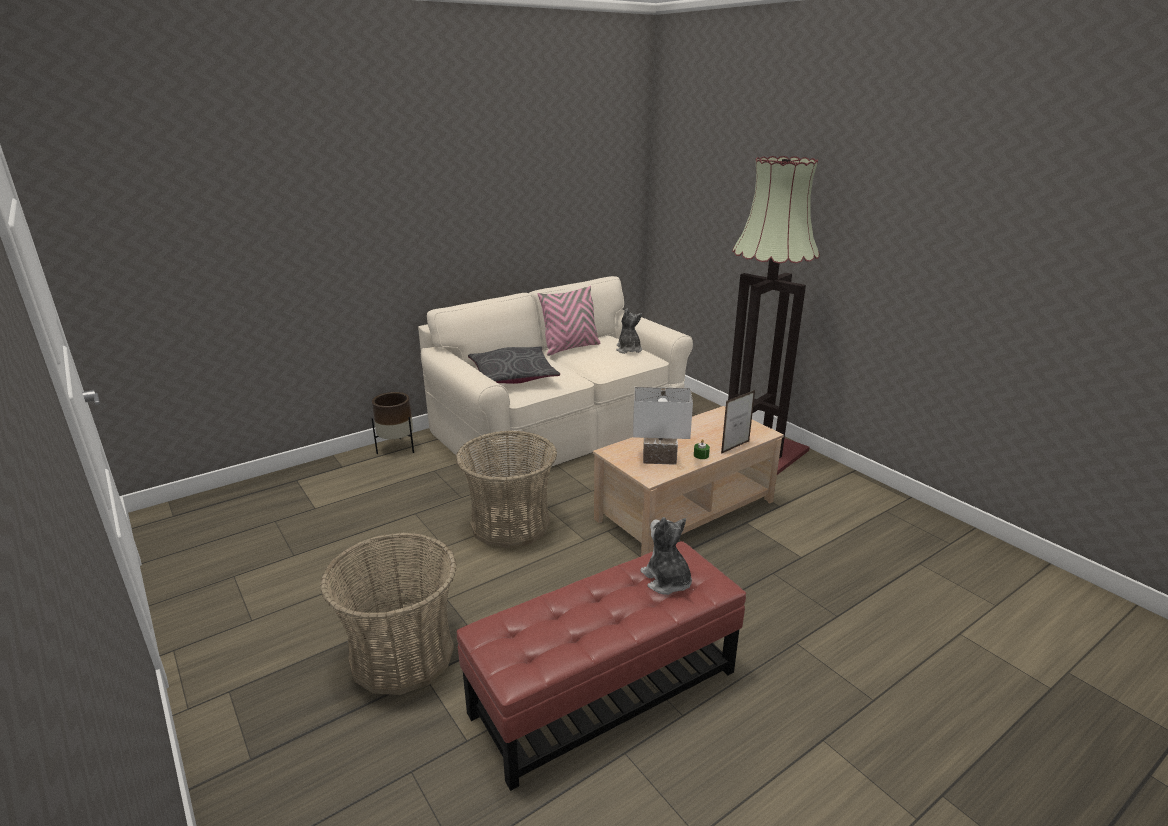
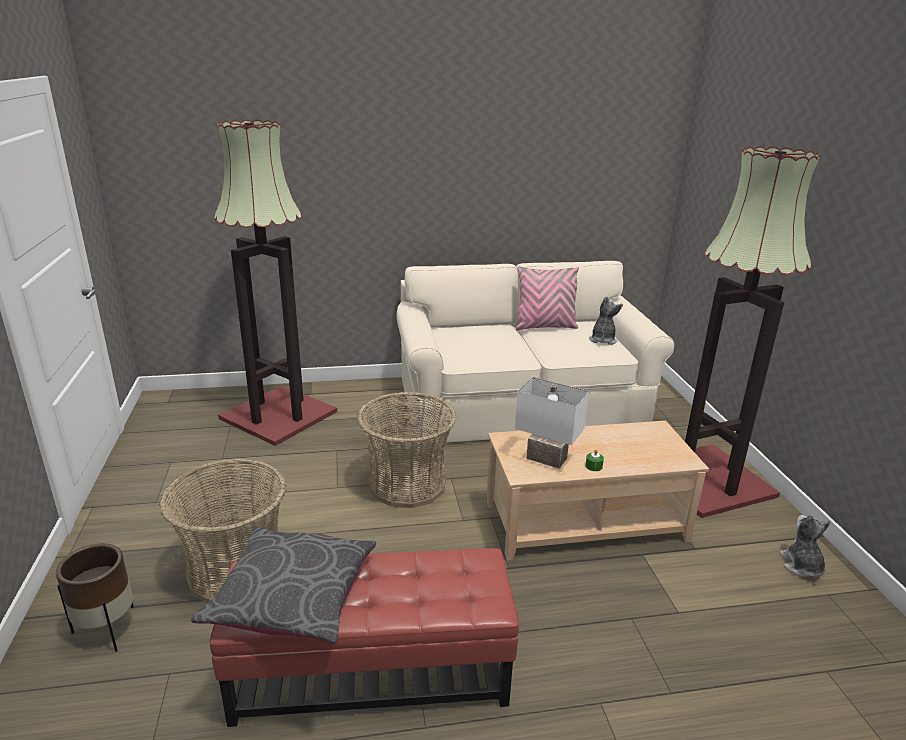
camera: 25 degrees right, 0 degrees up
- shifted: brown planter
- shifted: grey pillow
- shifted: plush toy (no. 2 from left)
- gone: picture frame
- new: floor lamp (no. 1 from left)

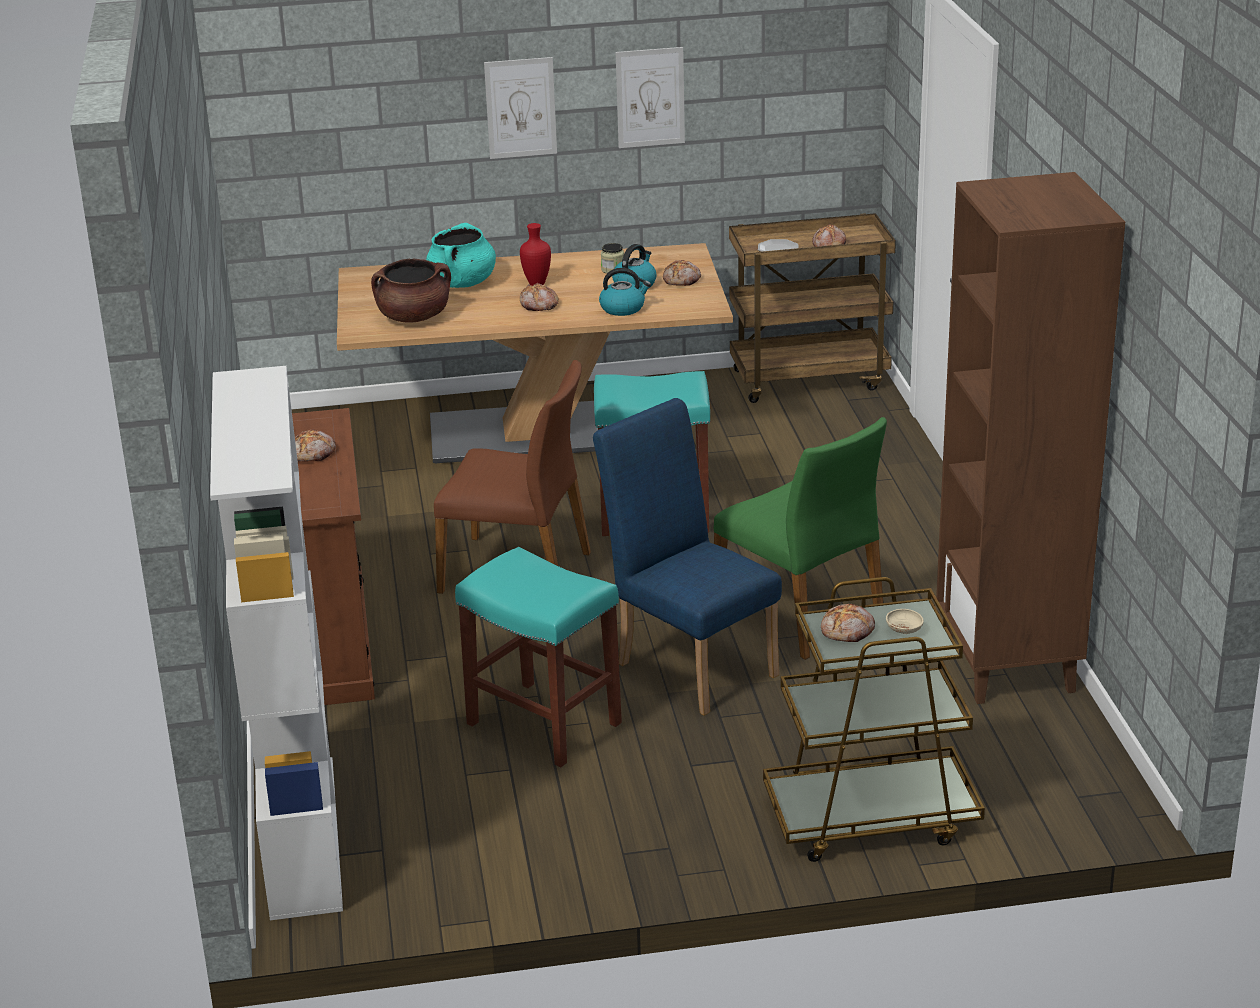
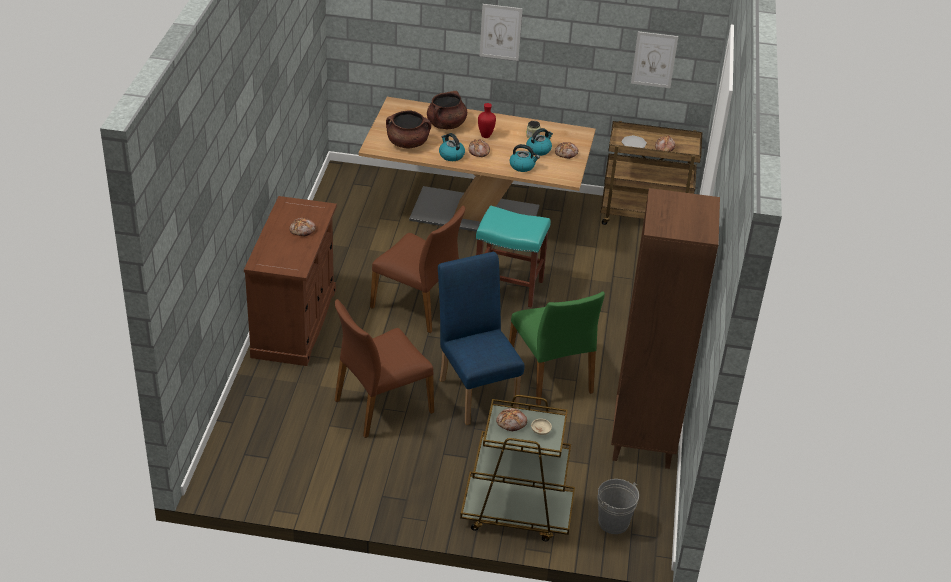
camera: 15 degrees right, 10 degrees up
- gone: white bookcase
- repainted: turquoise cooking pot to brown cooking pot (no. 2 from left)
- swapped: turquoise stool (no. 1 from left) to brown chair (no. 1 from left)
- shifted: picture (no. 2 from left)
- new: kettle (no. 1 from left)
- new: grey bucket

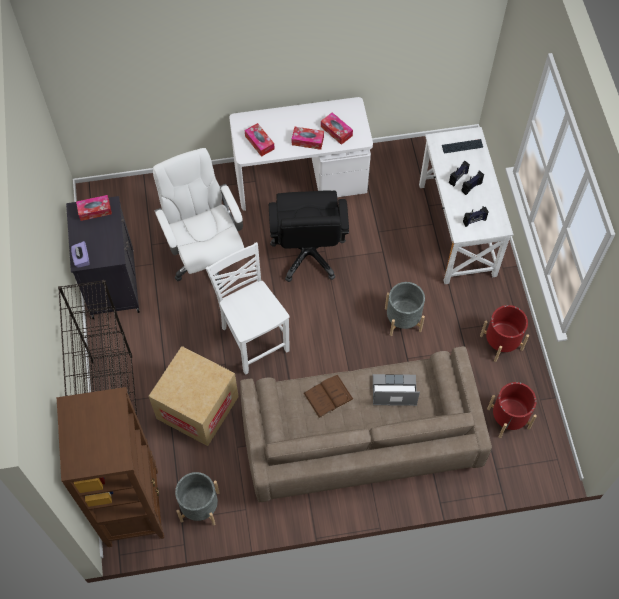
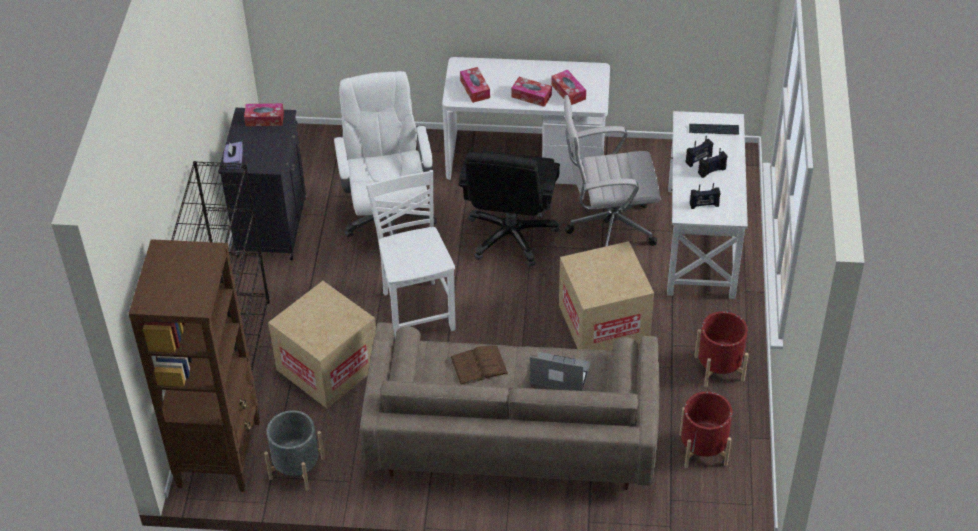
camera: 15 degrees right, 15 degrees down
- swapped: grey planter (no. 2 from left) to cardboard box (no. 2 from left)
- new: white office chair (no. 2 from left)

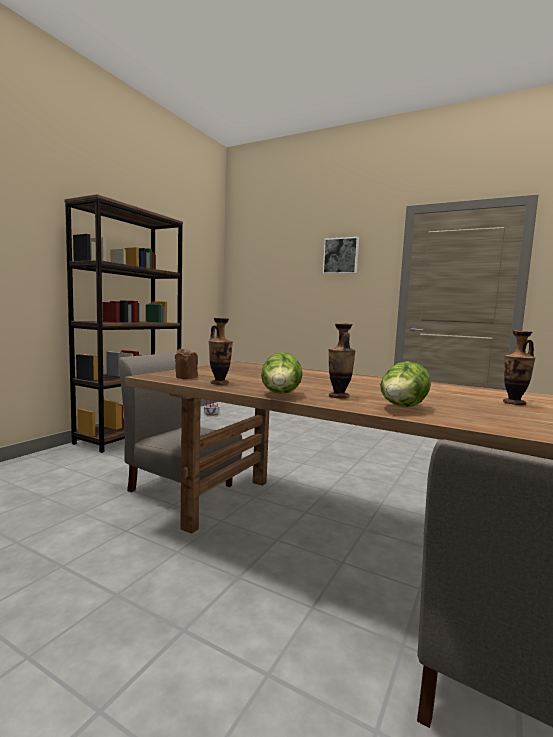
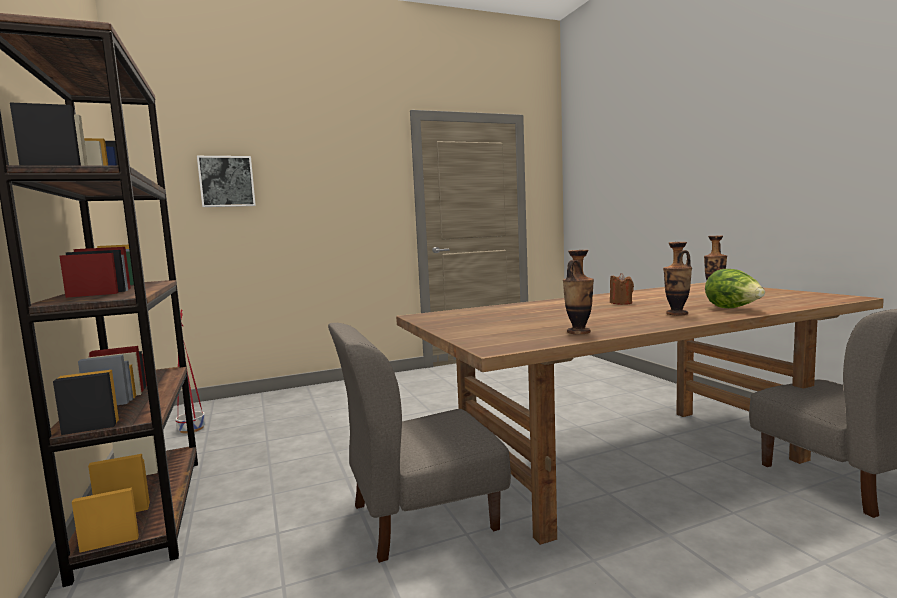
camera: 50 degrees left, 0 degrees up
- shifted: brown candle
- gone: lettuce (no. 1 from left)
- shifted: picture

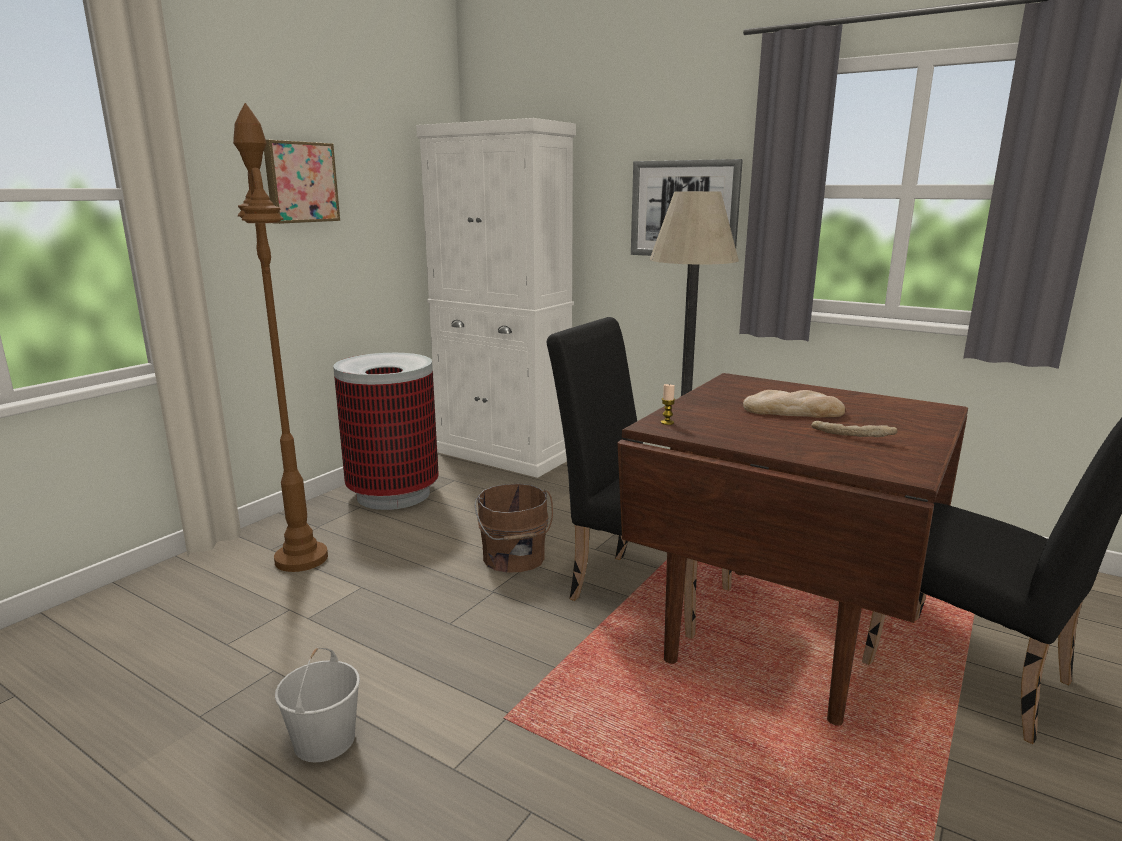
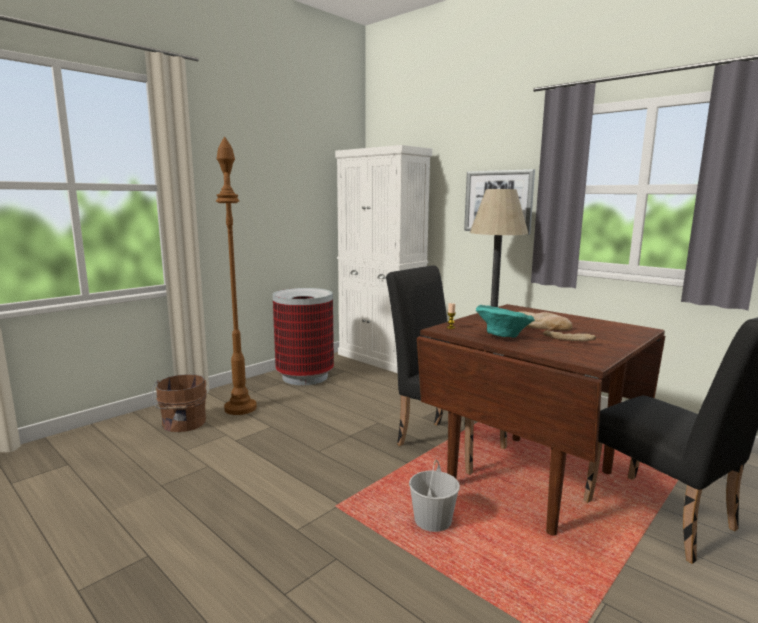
camera: 10 degrees right, 5 degrees down
- gone: picture (no. 1 from left)
- shifted: white bucket
- shifted: brown bucket
- new: turquoise bowl

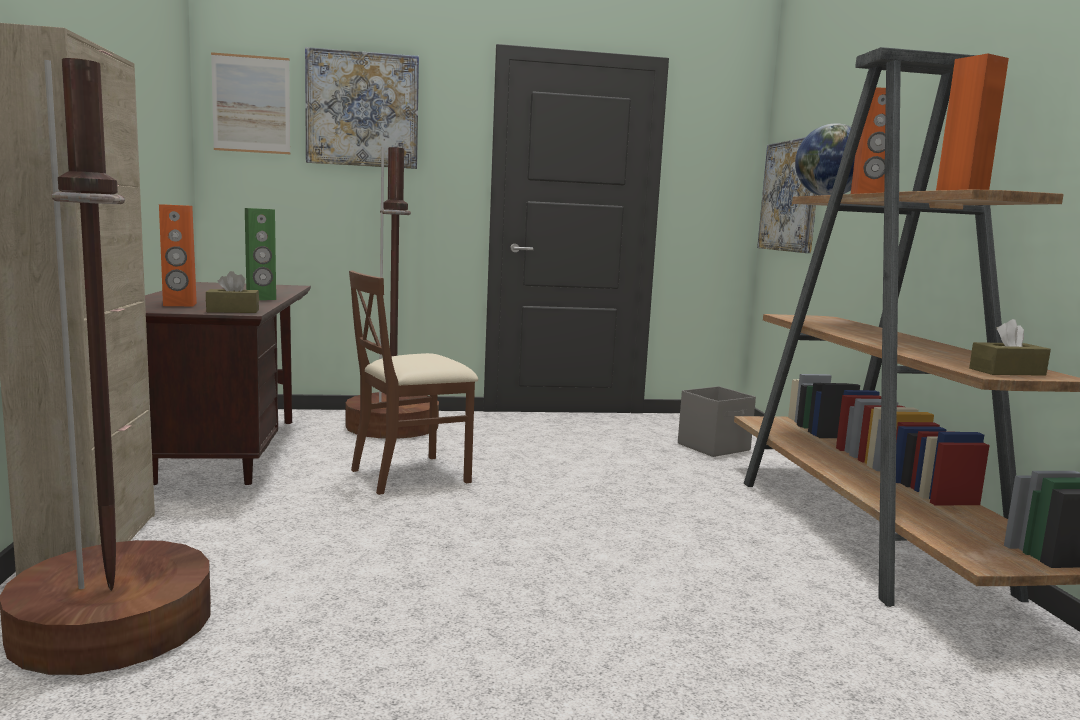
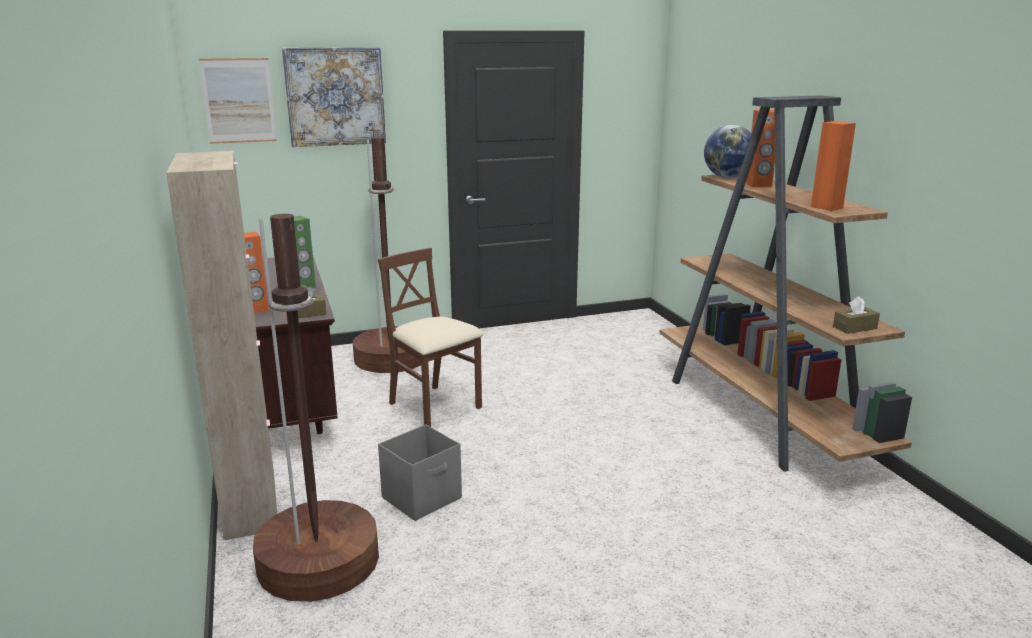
camera: 10 degrees left, 10 degrees up
- rotated: brown chair 90 degrees clockwise
- shifted: grey storage box
- gone: picture (no. 3 from left)

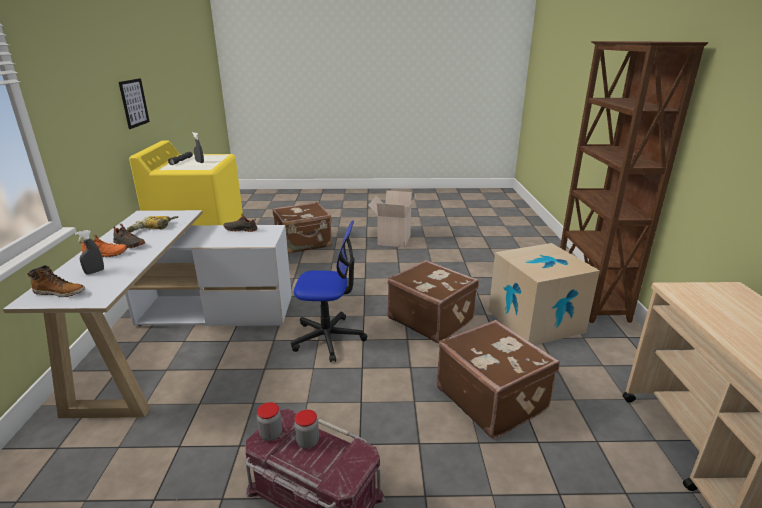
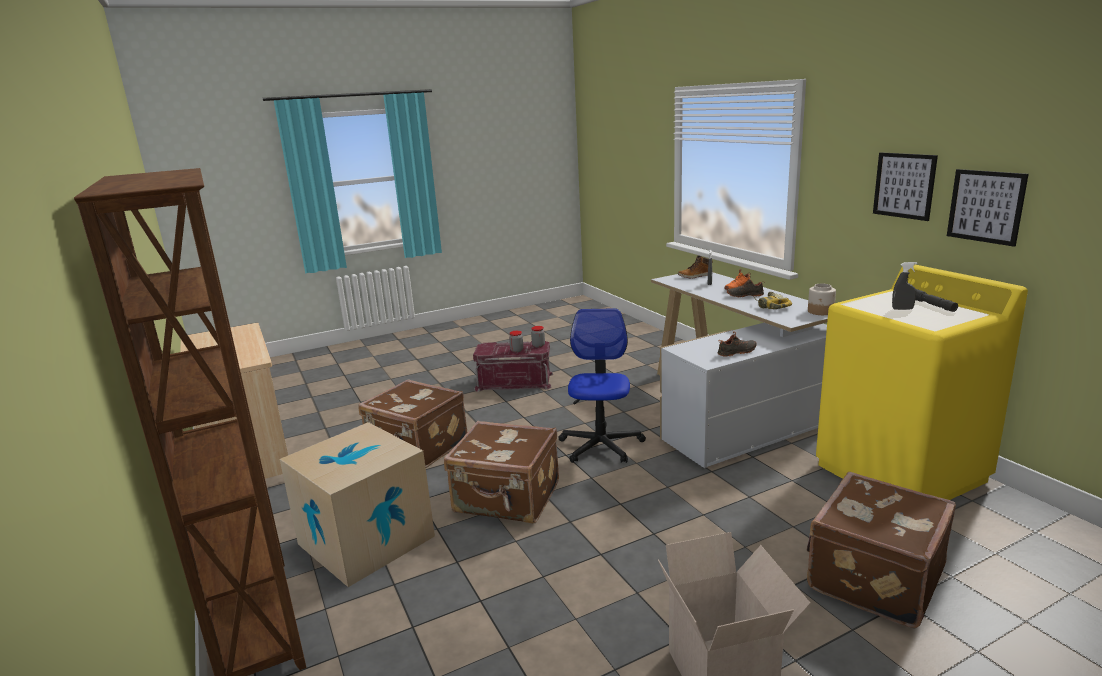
camera: 155 degrees right, 5 degrees down
- rotated: office chair 120 degrees clockwise
- new: jar (no. 3 from left)
- new: picture (no. 1 from left)

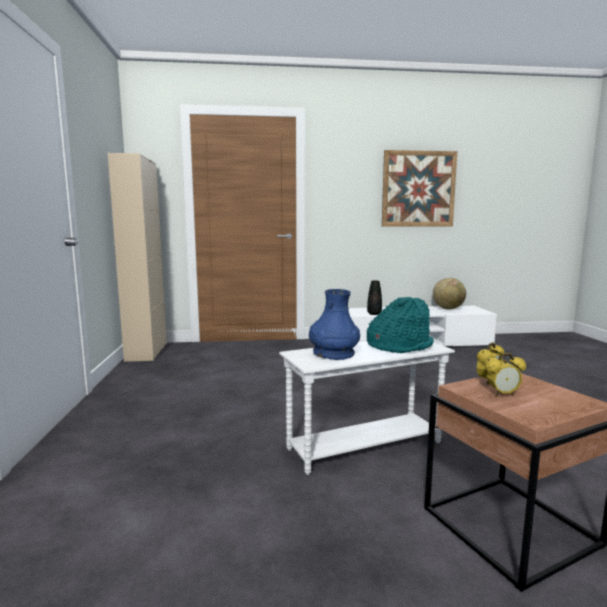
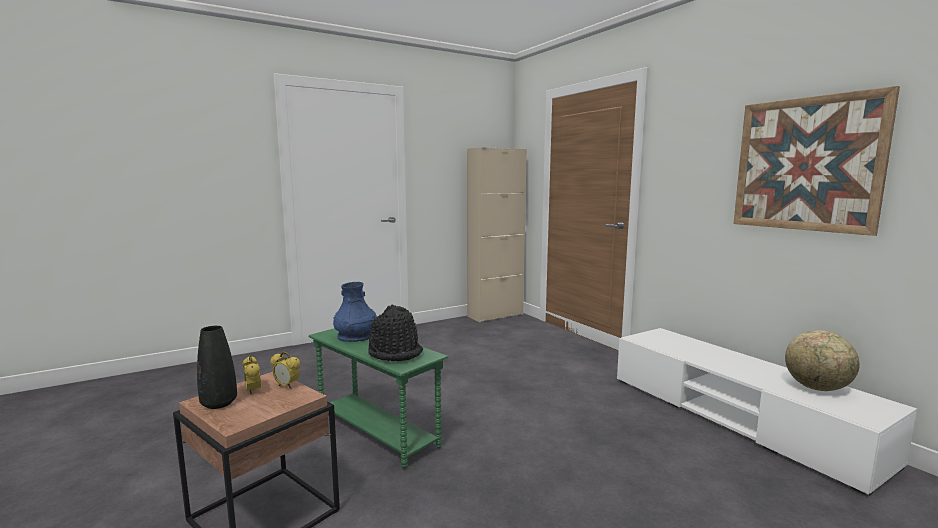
camera: 65 degrees right, 0 degrees up
- repainted: white side table to green side table
- shifted: black vase
- repainted: turquoise hat to black hat

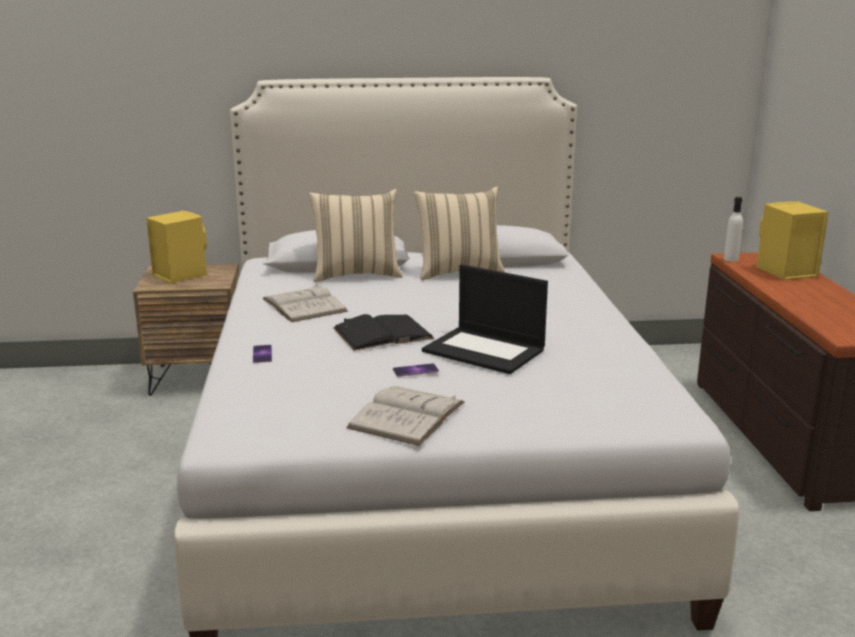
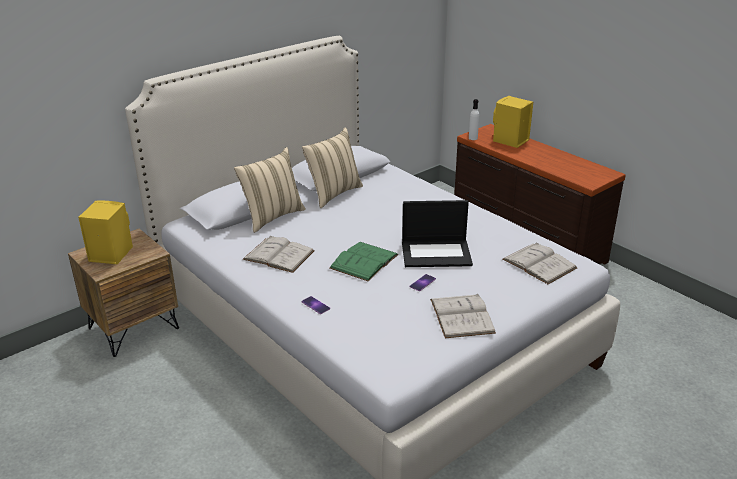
camera: 35 degrees left, 10 degrees up
- repainted: black book to green book
- new: white book (no. 3 from left)

